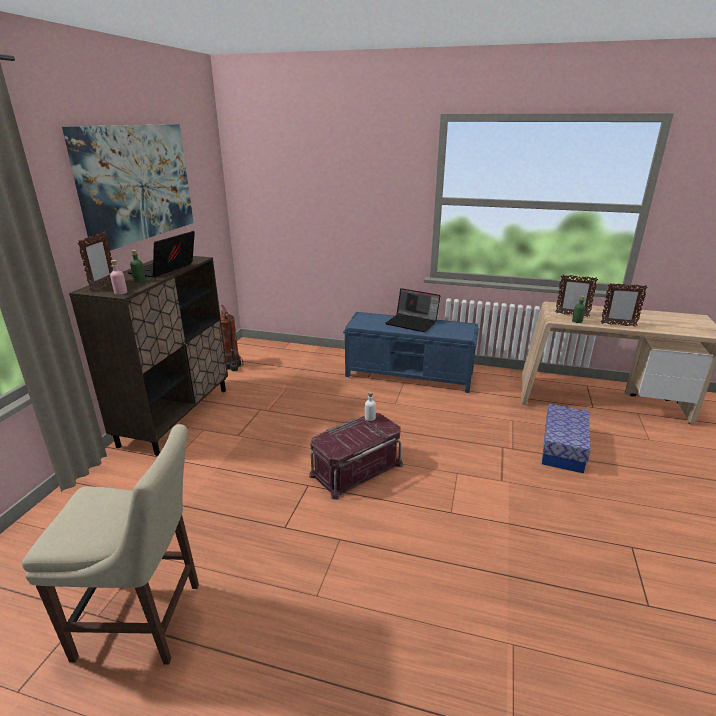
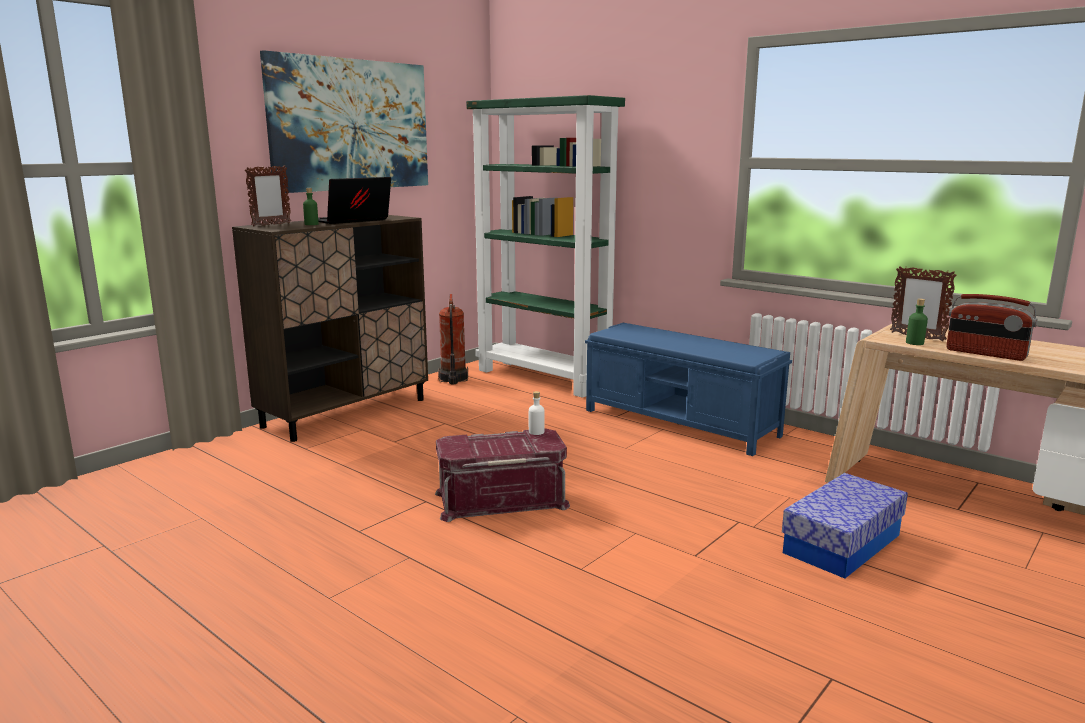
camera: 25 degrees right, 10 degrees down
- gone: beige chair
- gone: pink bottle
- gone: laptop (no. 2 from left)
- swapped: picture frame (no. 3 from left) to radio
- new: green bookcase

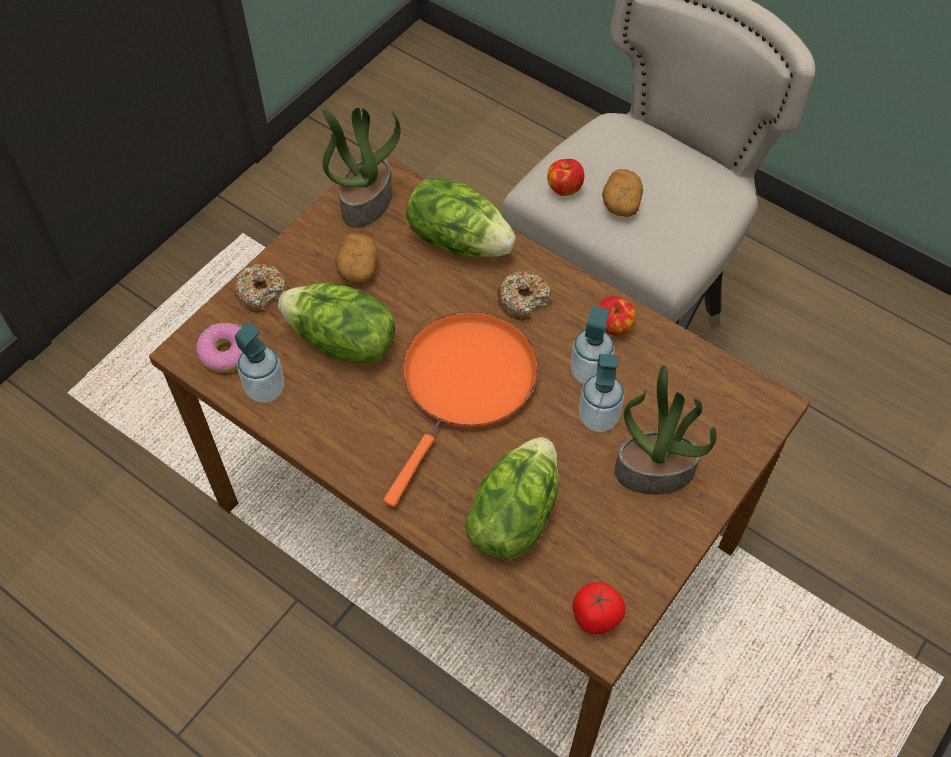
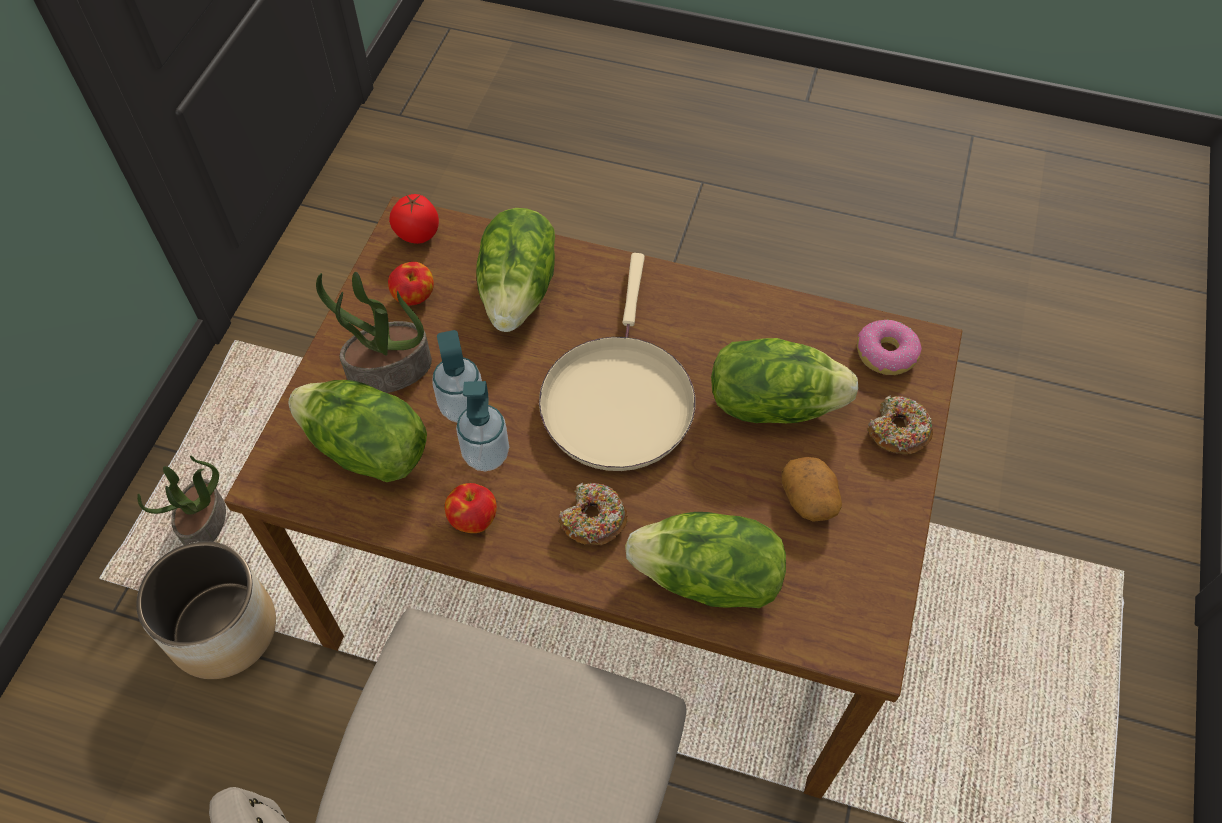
camera: 160 degrees right, 0 degrees up
- gone: soap dispenser (no. 1 from left)
- shifted: potted plant (no. 1 from left)
- repainted: orange frying pan to beige frying pan
- shifted: apple (no. 1 from left)
- gone: potato (no. 2 from left)
- new: planter
- new: lettuce (no. 1 from left)

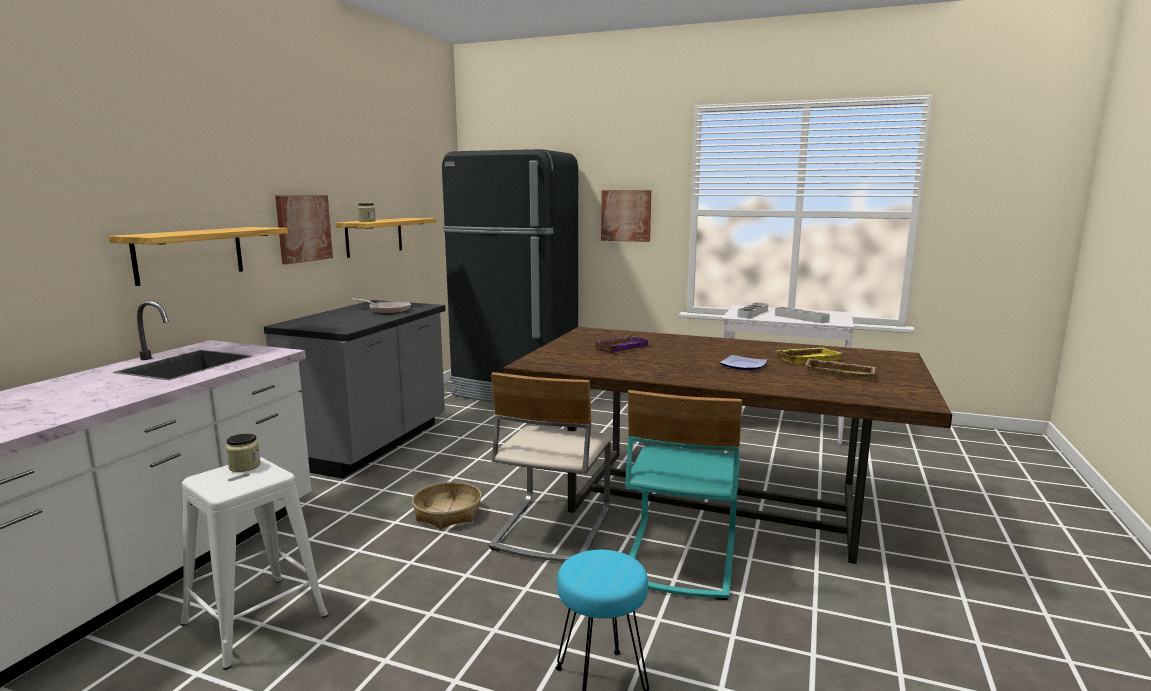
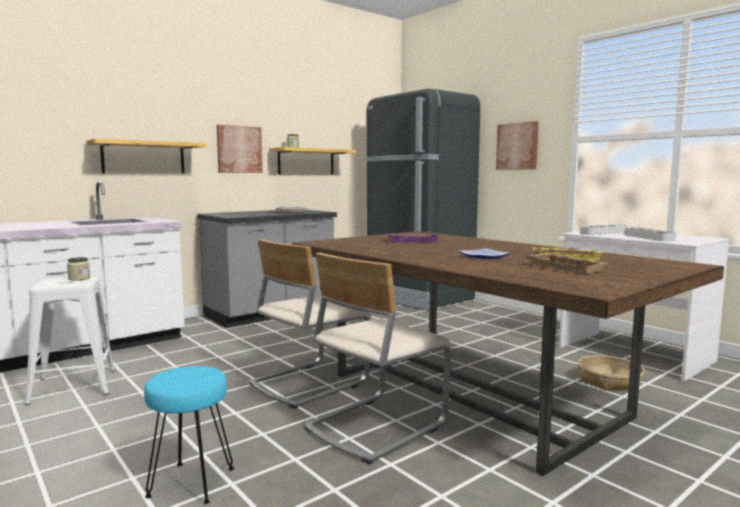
camera: 30 degrees right, 5 degrees down
- shifted: basket
- repainted: turquoise chair to beige chair (no. 2 from left)

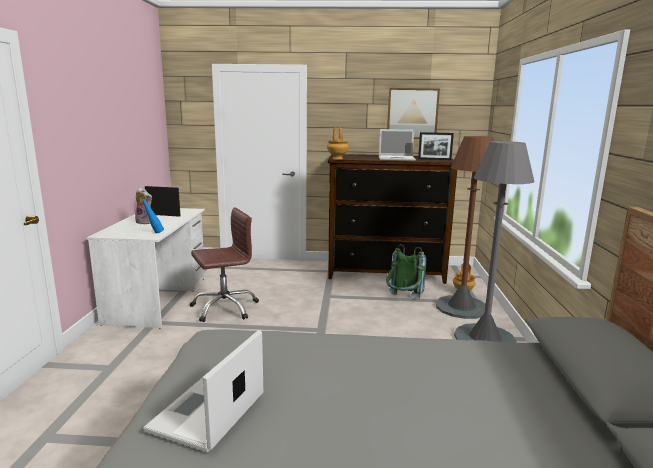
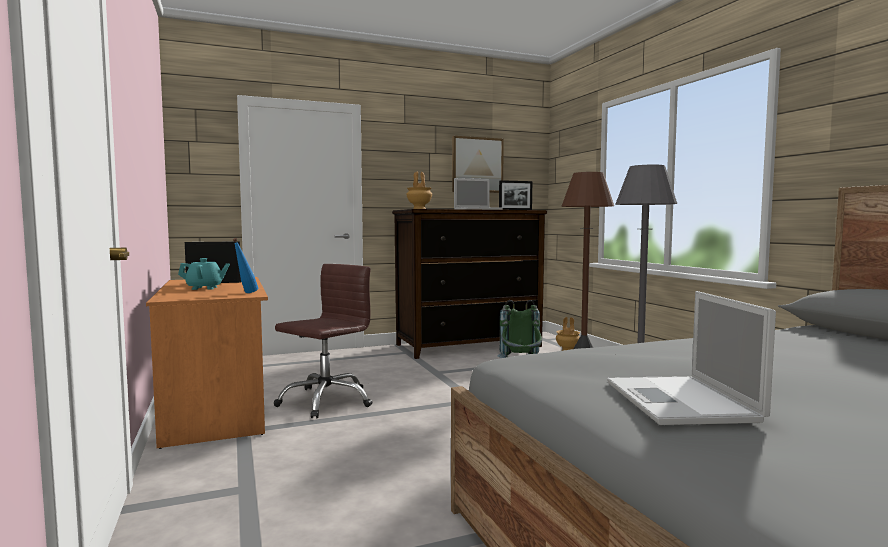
camera: 25 degrees left, 10 degrees down
- repainted: white desk to orange desk
- swapped: plush toy to turquoise teapot

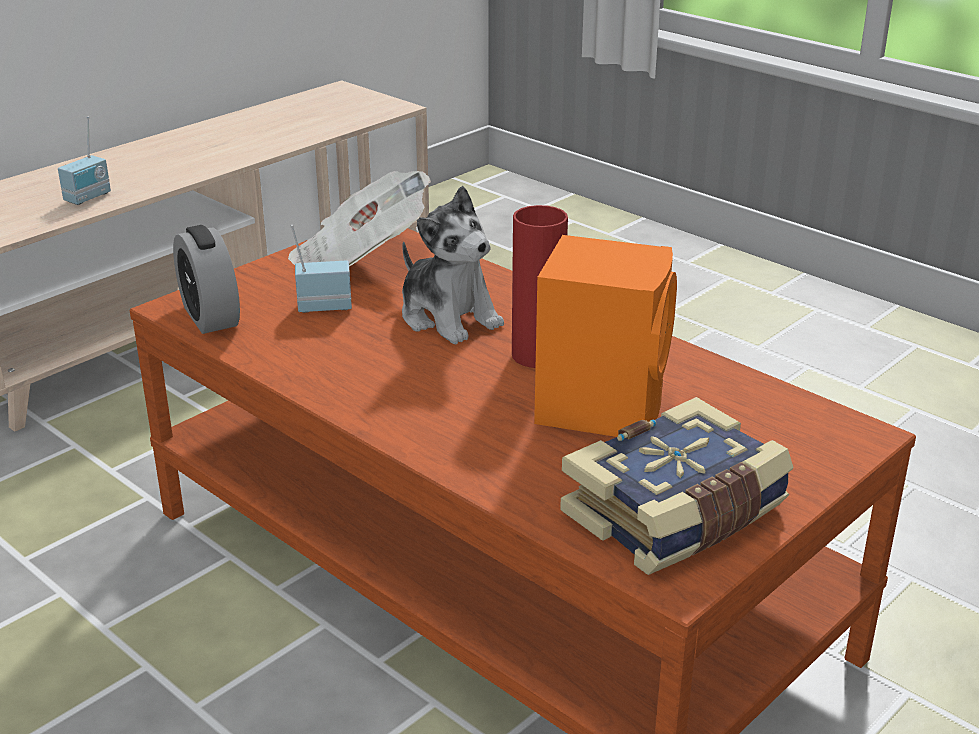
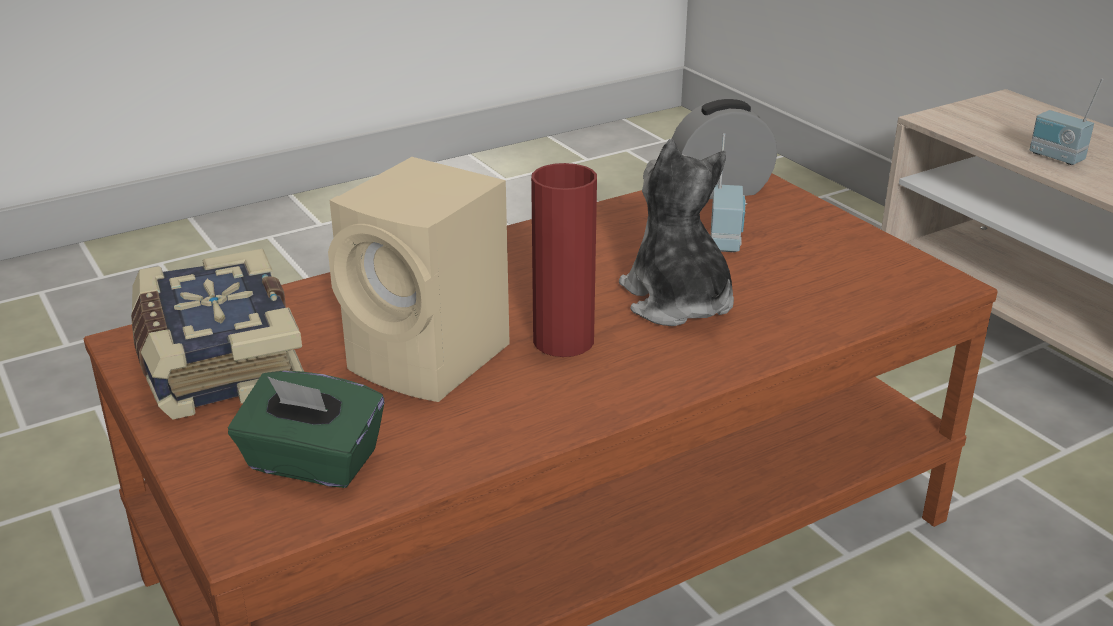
camera: 105 degrees right, 0 degrees up
- gone: newspaper
- rotated: plush toy 90 degrees clockwise
- repainted: orange speaker to beige speaker
- new: green tissue box

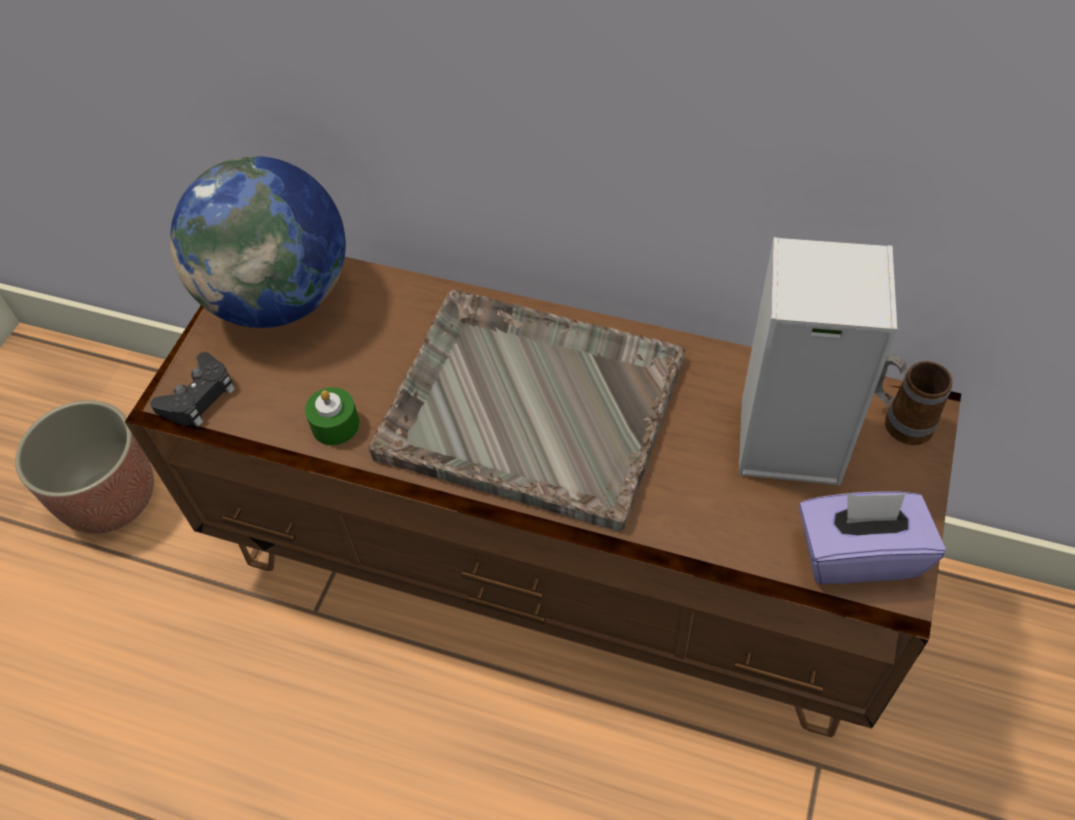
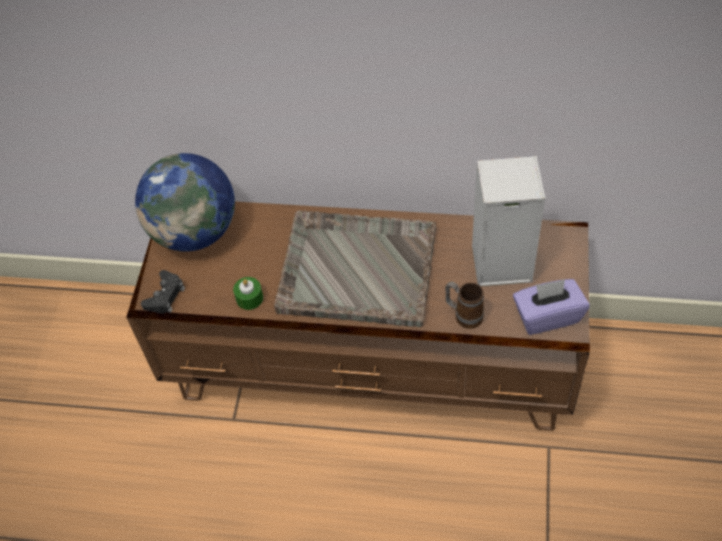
camera: 10 degrees left, 0 degrees up
- gone: planter
- shifted: mug

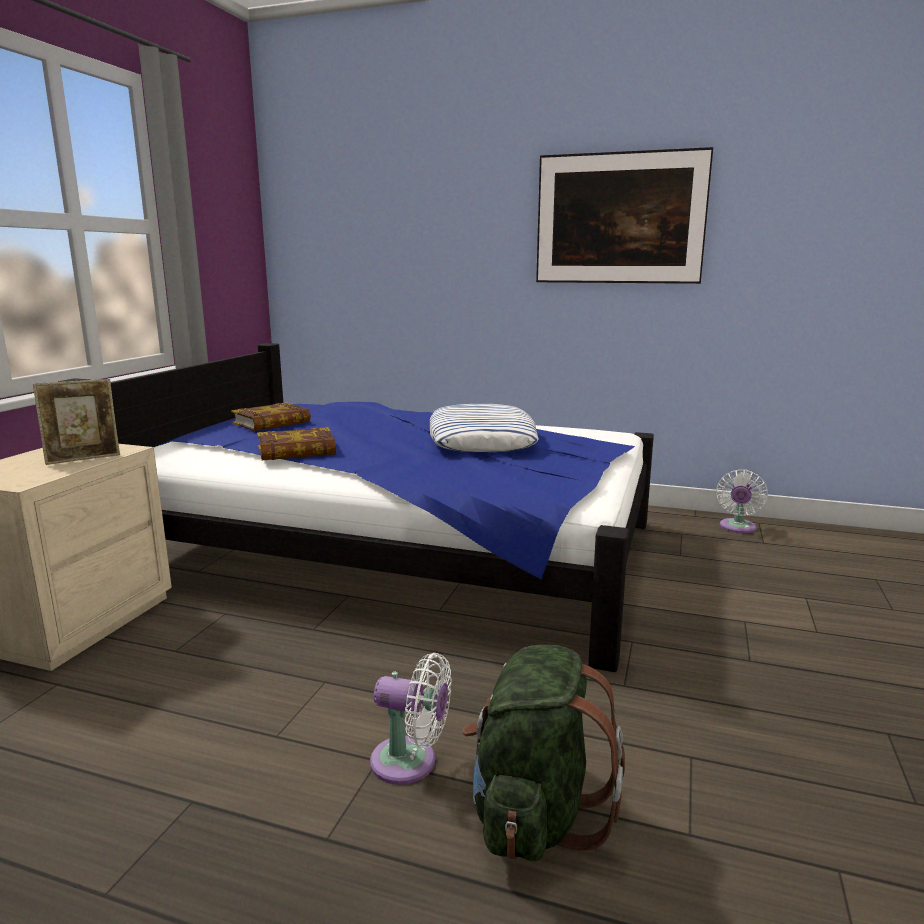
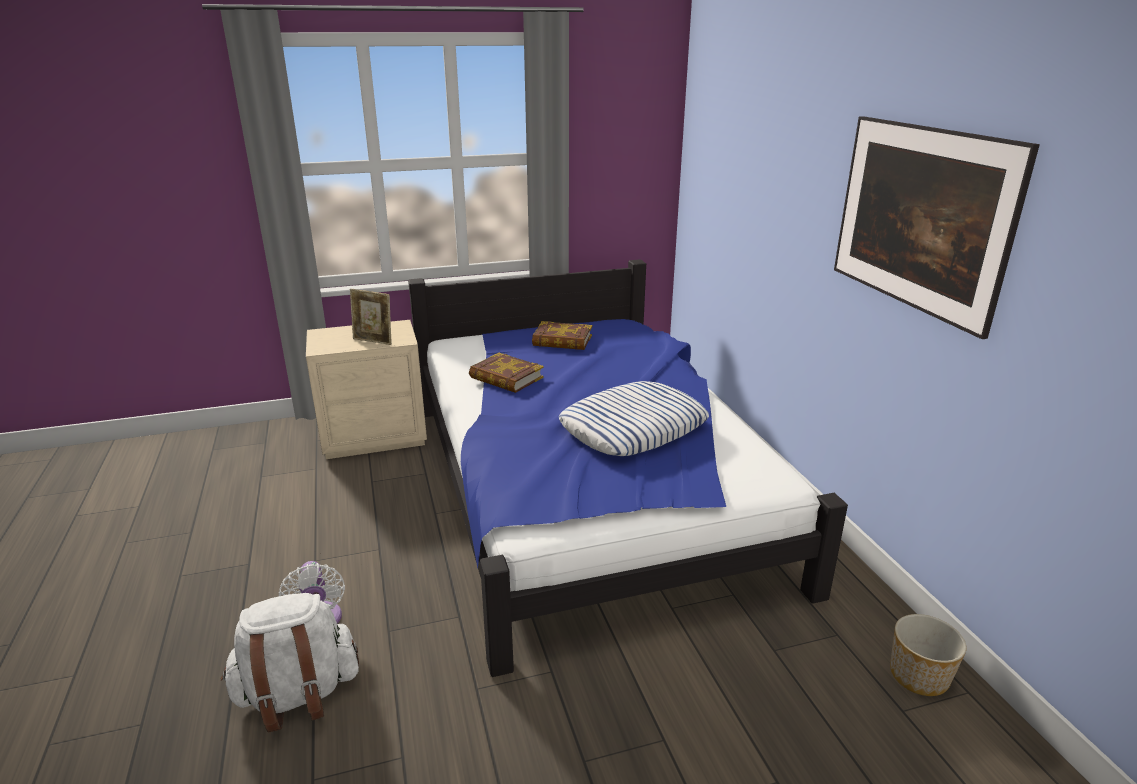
camera: 55 degrees right, 10 degrees up
- repainted: green backpack to white backpack
- swapped: white fan (no. 2 from left) to planter

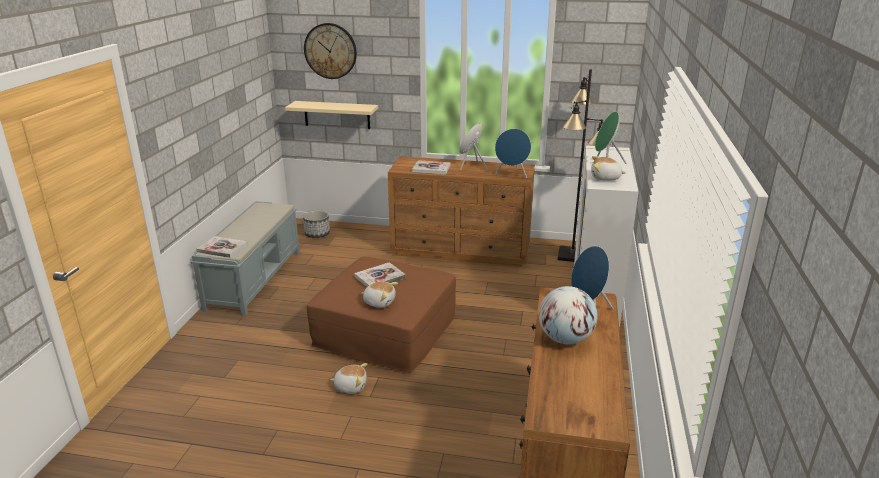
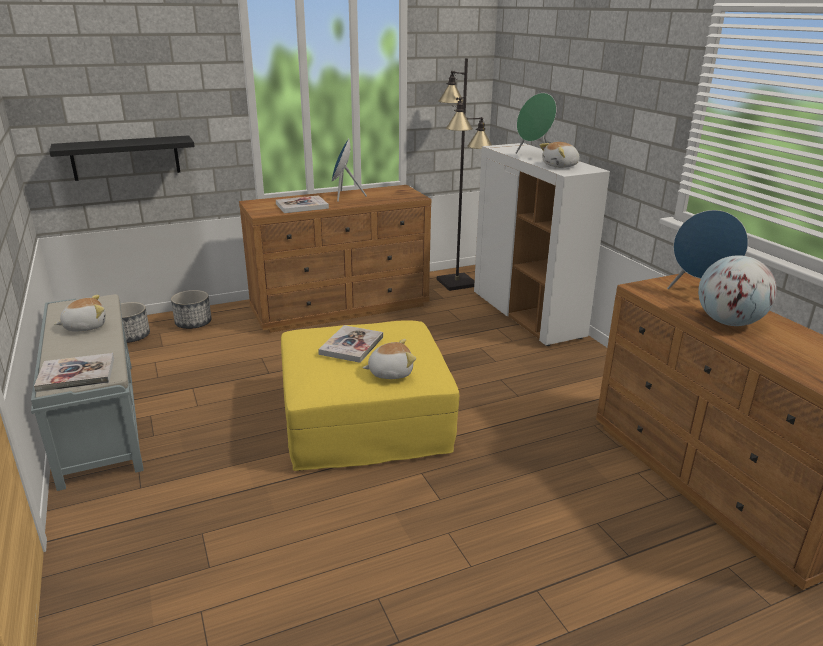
camera: 35 degrees left, 0 degrees up
- repainted: beige shelf to black shelf
- gone: wall clock
- repainted: brown ottoman to yellow ottoman
- shifted: plush toy (no. 1 from left)
- gone: blue speaker (no. 2 from left)
- new: planter (no. 2 from left)

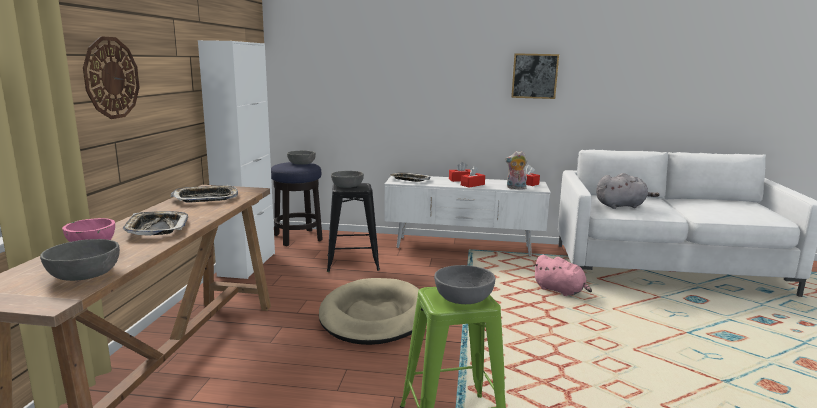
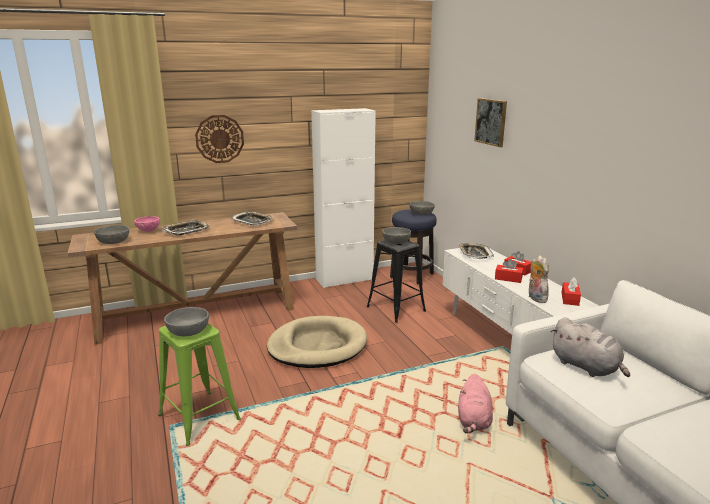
camera: 60 degrees right, 5 degrees up
- shifted: picture

